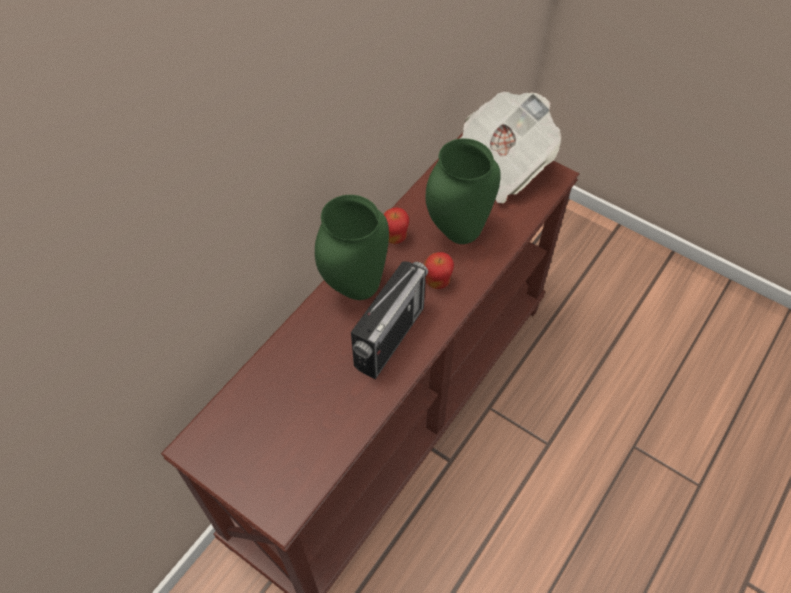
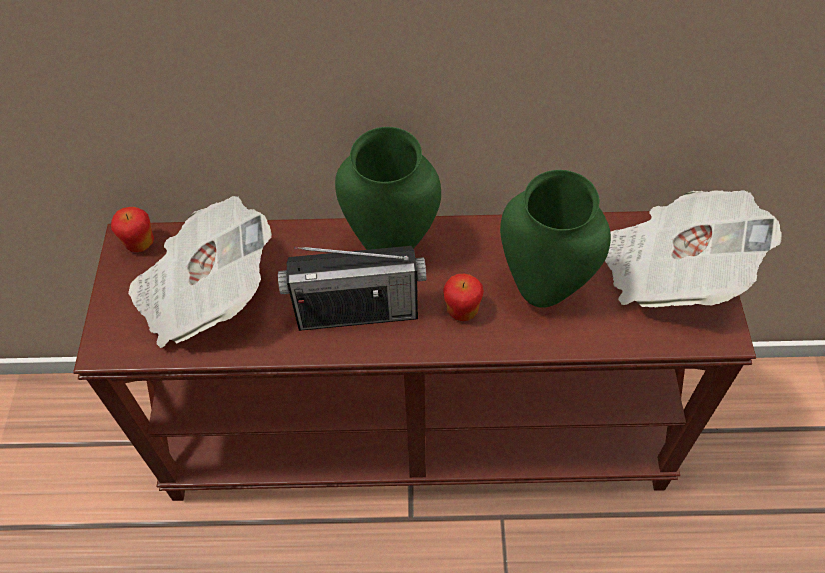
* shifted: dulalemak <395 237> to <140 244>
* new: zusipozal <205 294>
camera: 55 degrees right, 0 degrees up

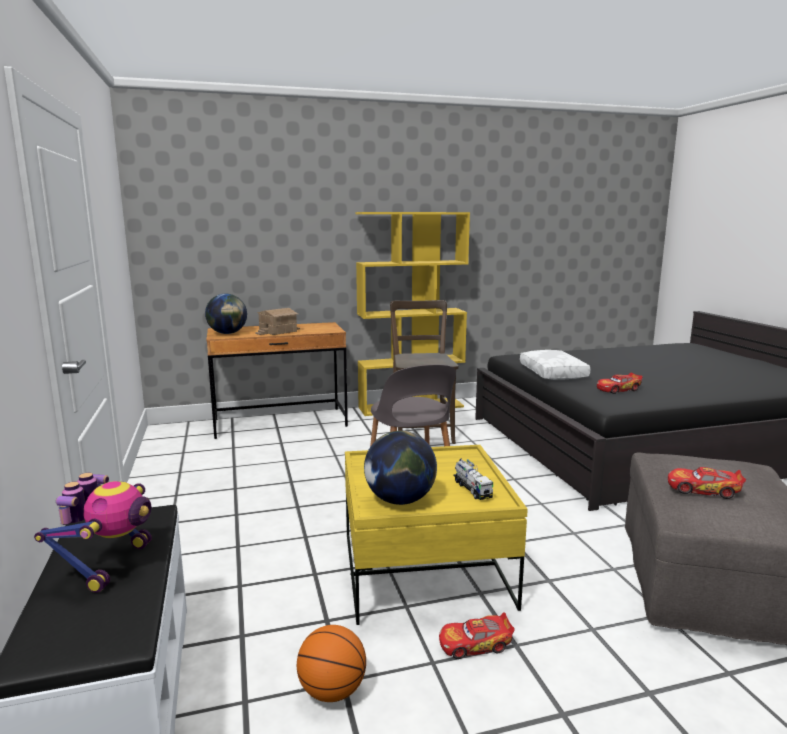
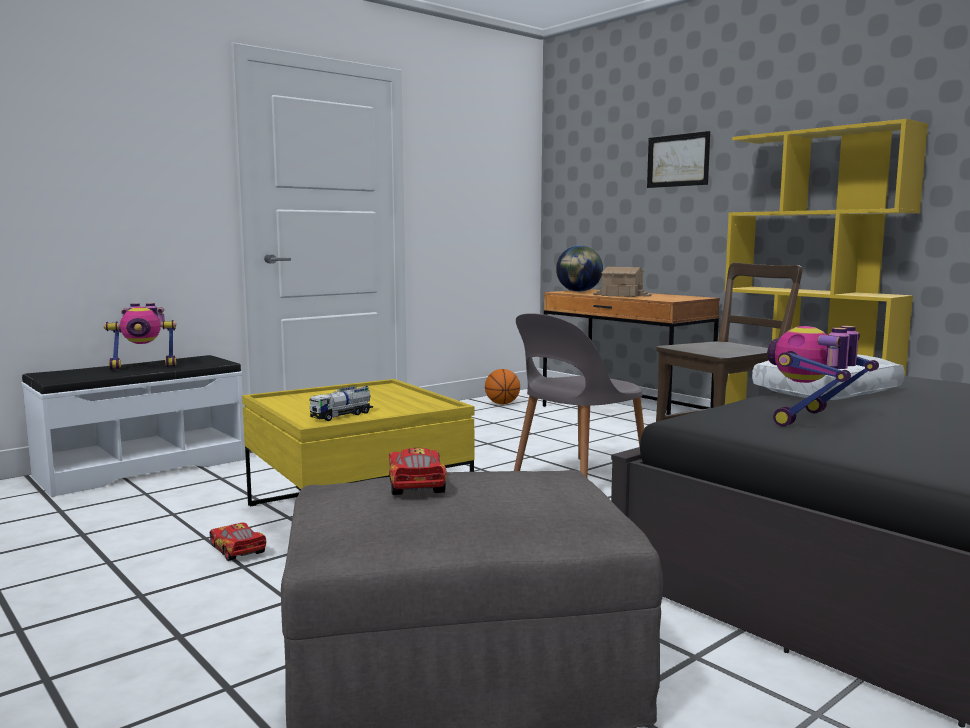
* swapped: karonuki <618 389> to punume <813 420>
* gone: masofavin <400 500>
* shifted: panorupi <332 691> to <502 404>
* new: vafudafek <678 160>
camera: 65 degrees right, 5 degrees down

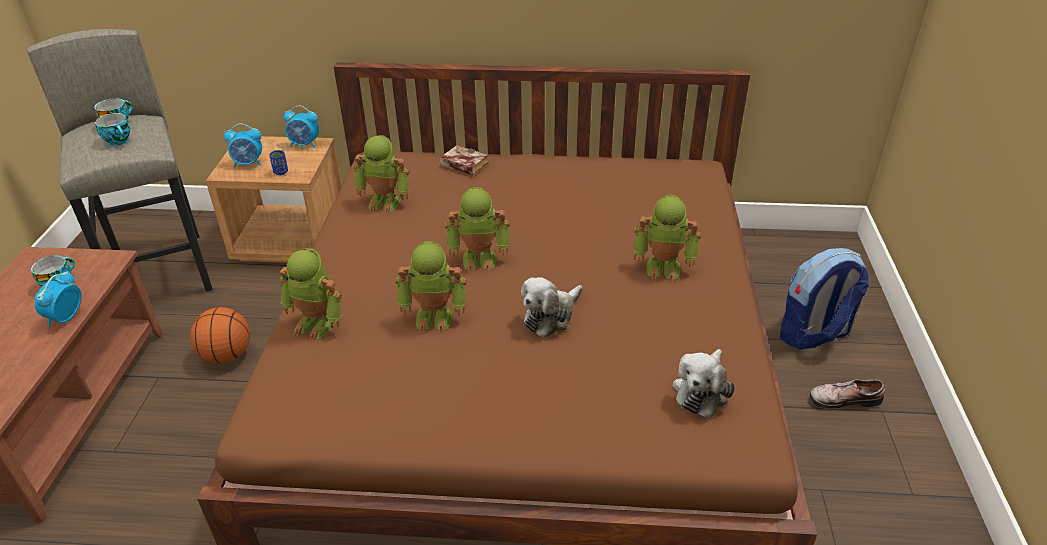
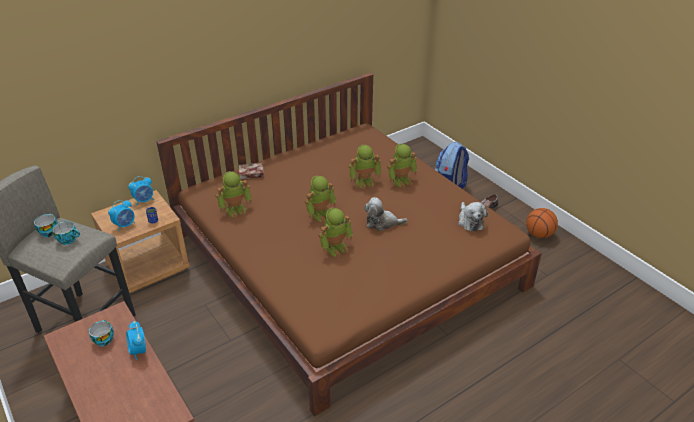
* shifted: punume <318 323> to <364 181>
* rotated: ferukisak <550 316> = <382 223> 90 degrees clockwise
* shifted: panorupi <227 355> to <539 234>
camera: 40 degrees left, 0 degrees up

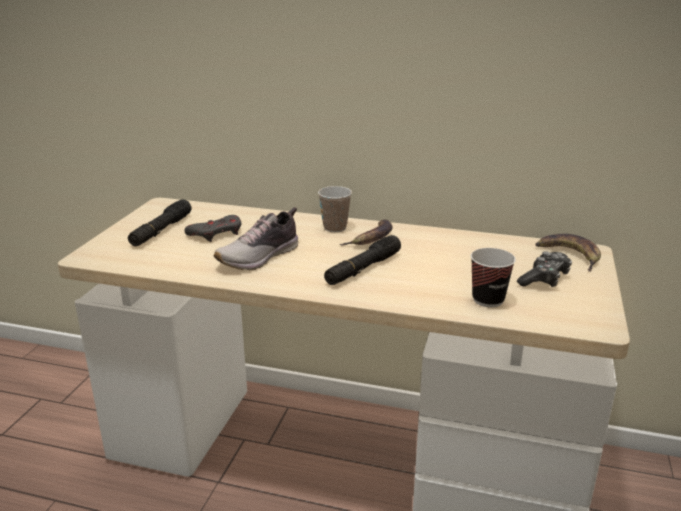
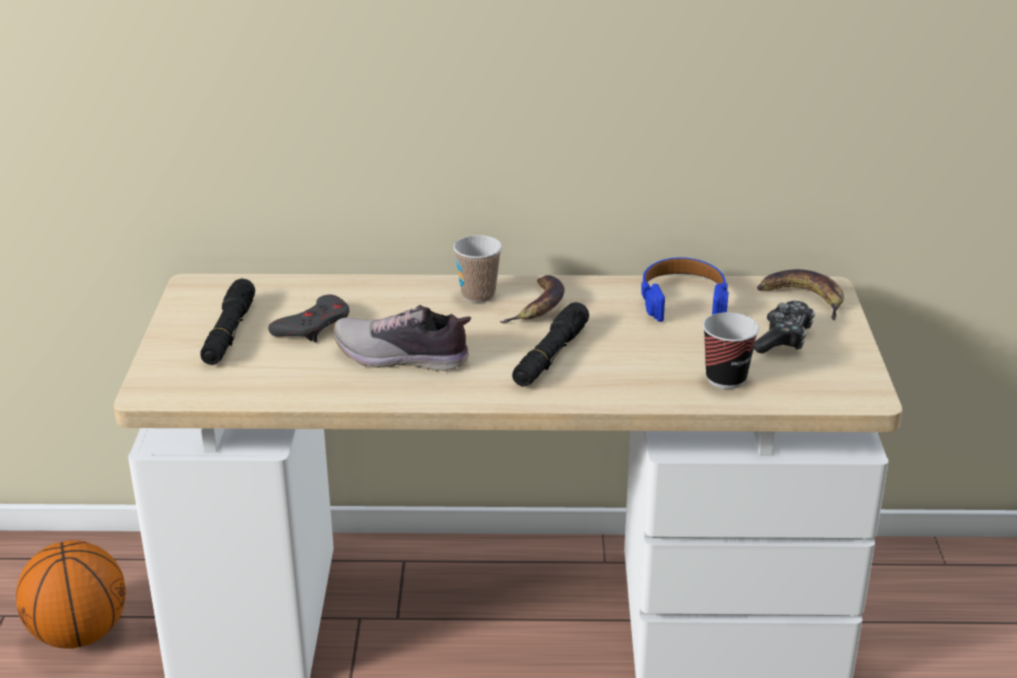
* rotated: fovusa <260 257> = <402 357> 75 degrees clockwise
* new: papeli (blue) <683 300>
* new: panorupi <79 634>
camera: 15 degrees left, 5 degrees up

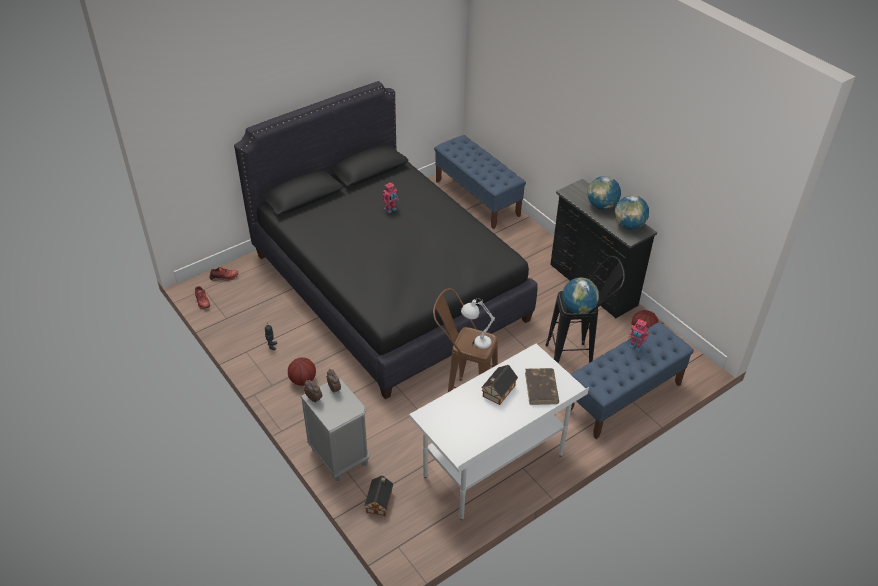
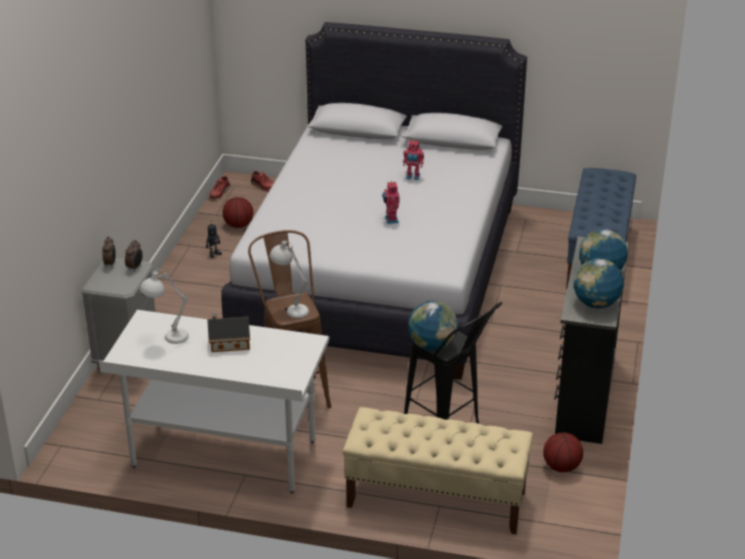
* repainted: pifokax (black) <388 286> to pifokax (white) <380 272>
* shifted: punume <635 347> to <390 220>
* repainted: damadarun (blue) <623 397> to damadarun (beige) <435 499>
* shifted: panorupi <303 380> to <238 225>
* gone: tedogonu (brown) <541 388>
* gone: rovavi <380 501>
* new: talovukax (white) <167 338>
camera: 50 degrees right, 10 degrees down

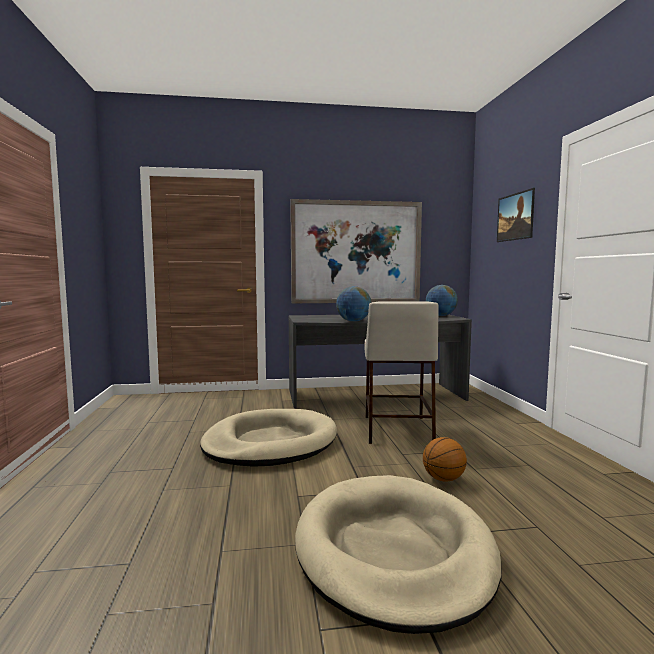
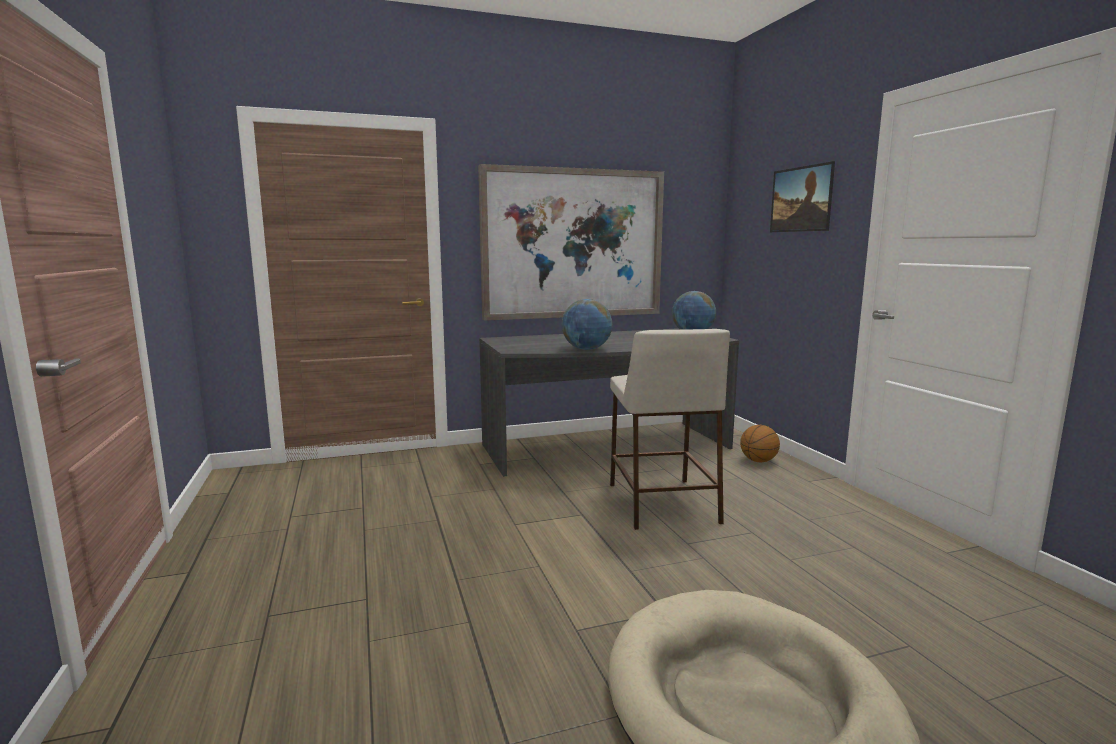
* gone: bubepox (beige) <270 443>
* shifted: panorupi <443 479> to <758 461>
camera: 10 degrees left, 5 degrees up

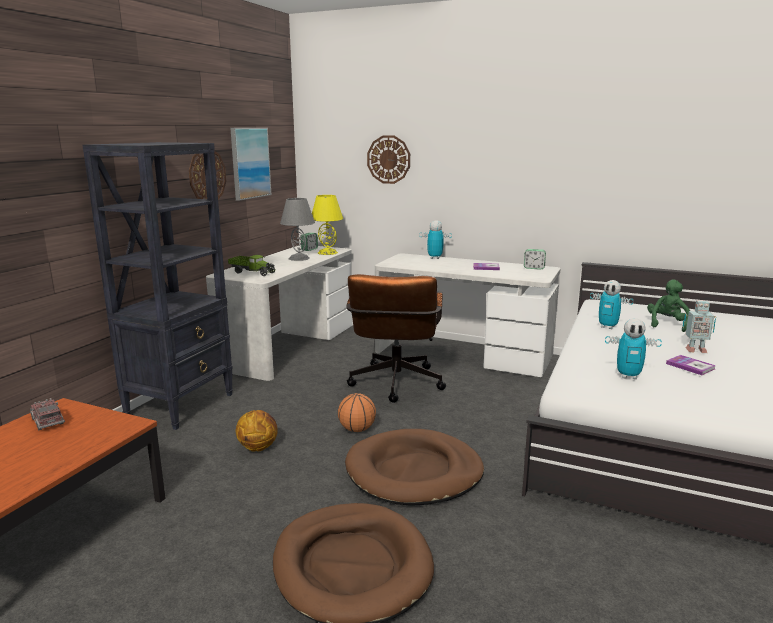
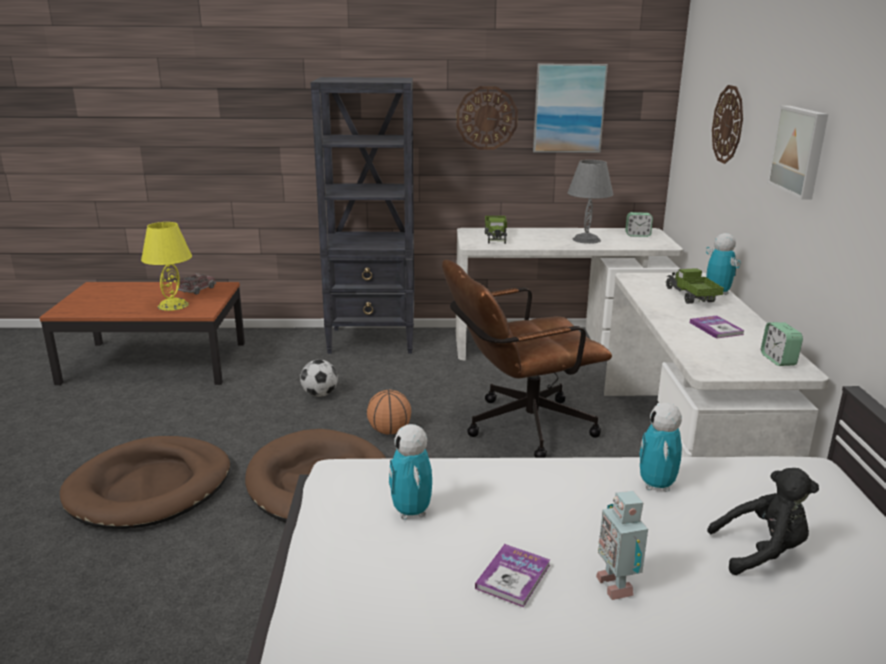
* shifted: talovukax (yellow) <328 252> to <173 305>
* repainted: ferukisak (green) <667 324> to ferukisak (black) <762 552>
* swapped: panorupi <258 447> to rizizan <320 394>
* new: vafudafek <800 151>
* new: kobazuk <690 297>
camera: 65 degrees right, 5 degrees up

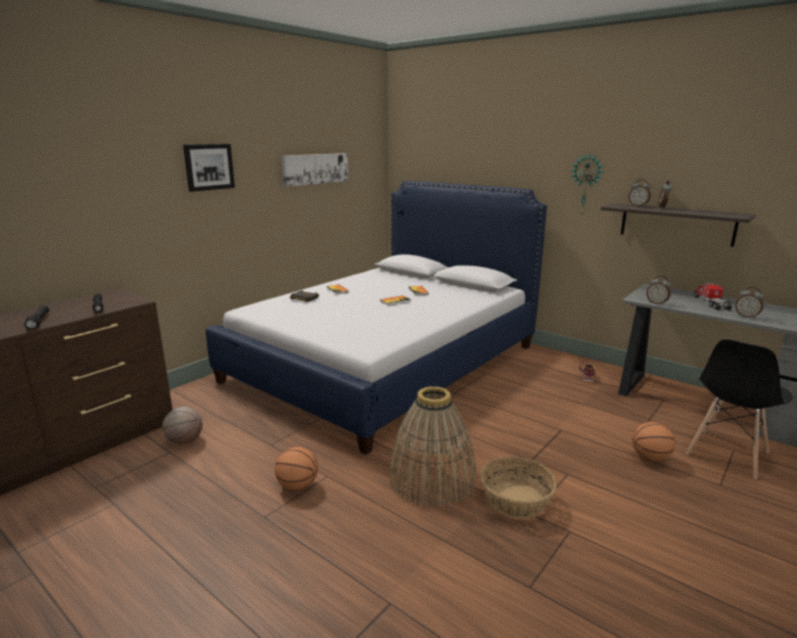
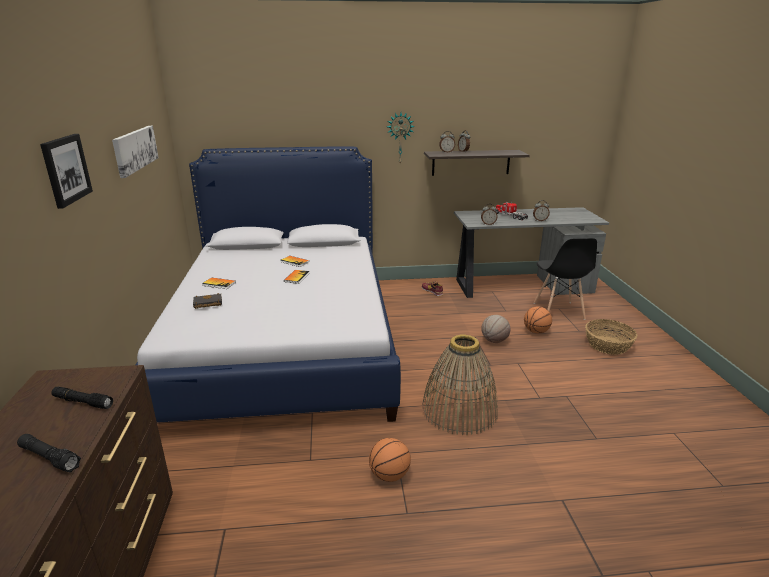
* shifted: panorupi <185 441> to <494 341>
* shifted: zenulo <515 500> to <607 345>
camera: 45 degrees left, 5 degrees up

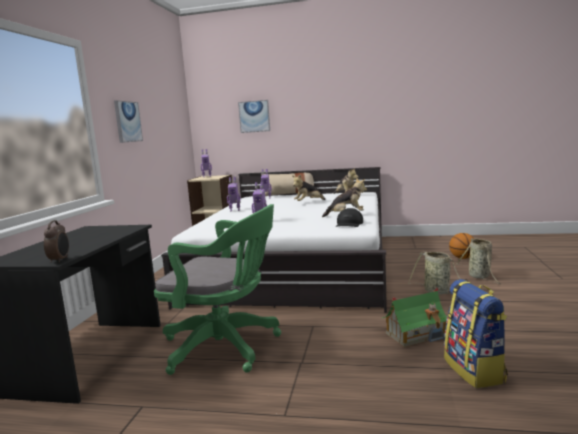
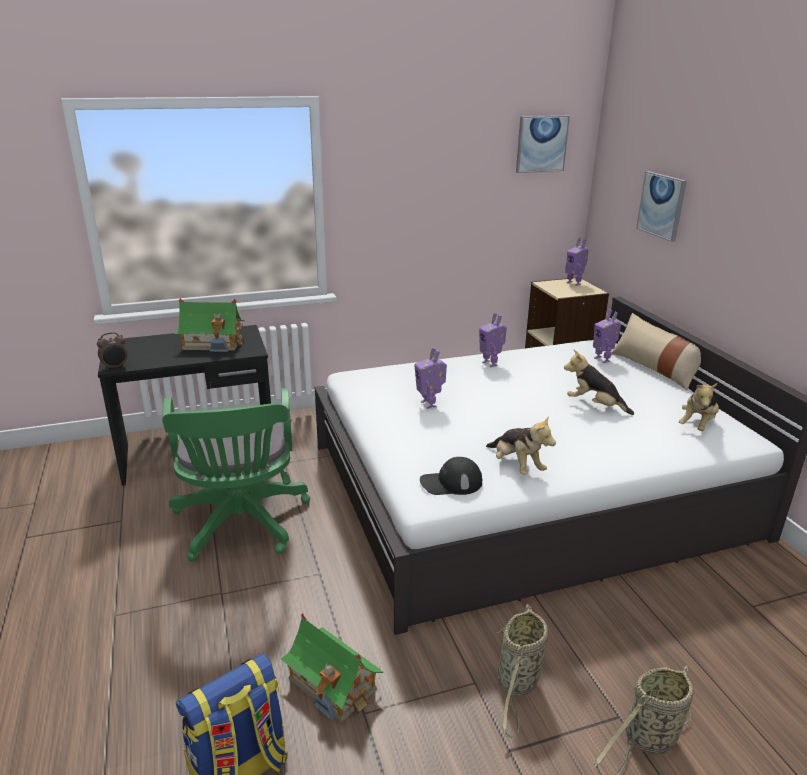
* shifted: vafudafek <127 121> to <541 144>
* gone: panorupi <462 258>
* new: rovavi <213 343>
camera: 60 degrees right, 15 degrees up

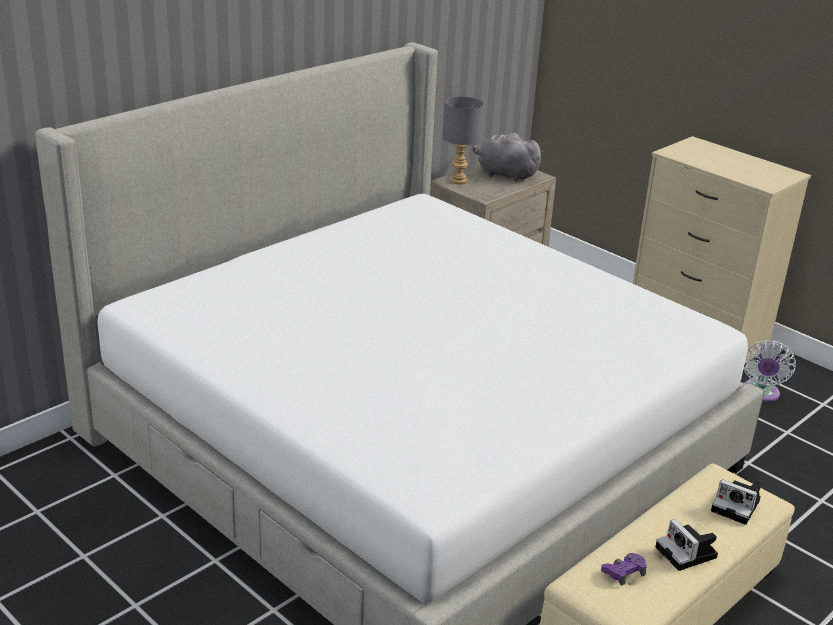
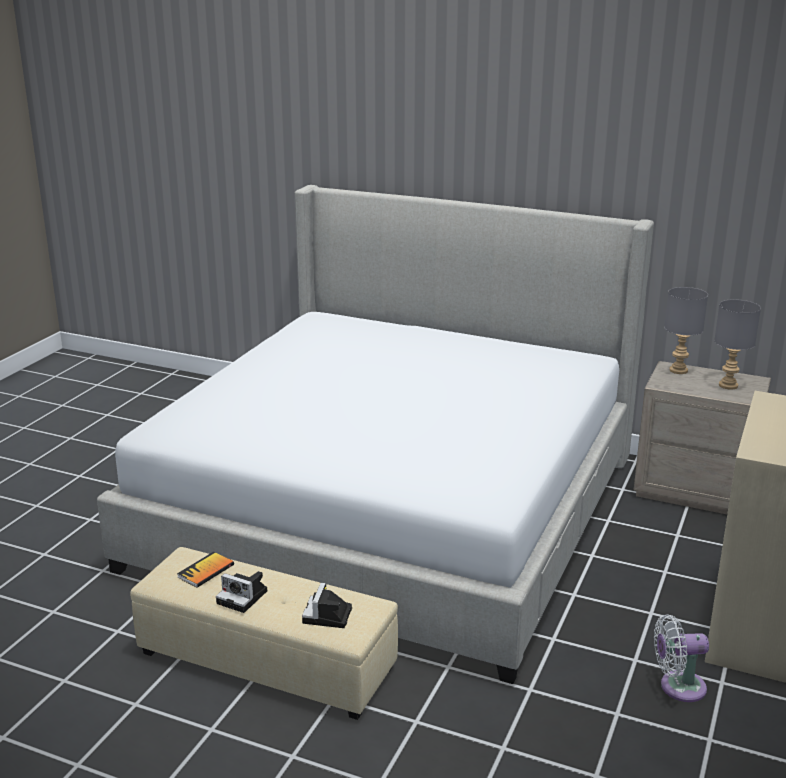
* swapped: ferukisak (grey) <504 174> to talovukax (grey) <727 385>
* rotated: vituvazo <688 553> = <244 597> 105 degrees counterclockwise
* swapped: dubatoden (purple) <624 572> to tedogonu <206 571>
camera: 70 degrees right, 5 degrees down

